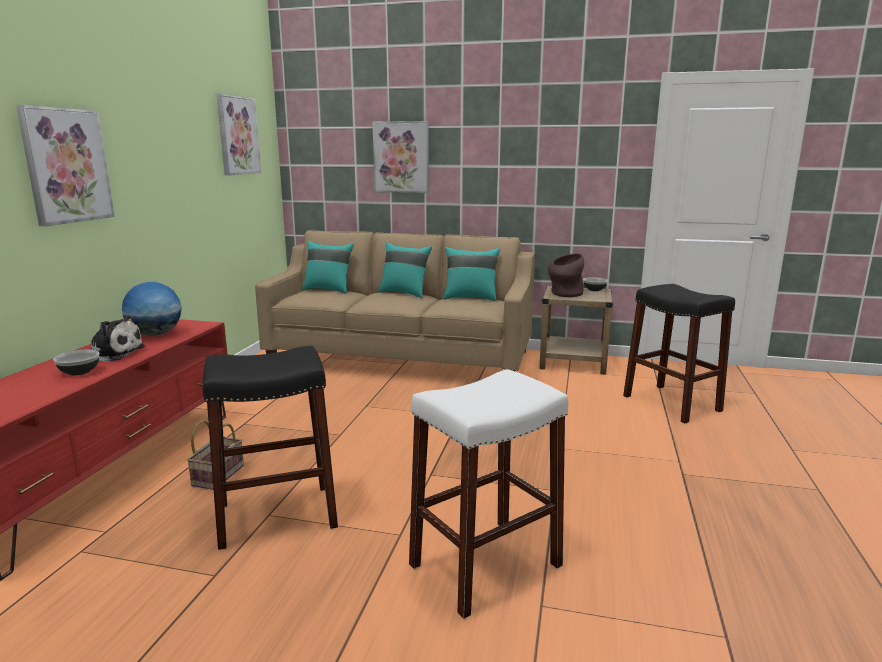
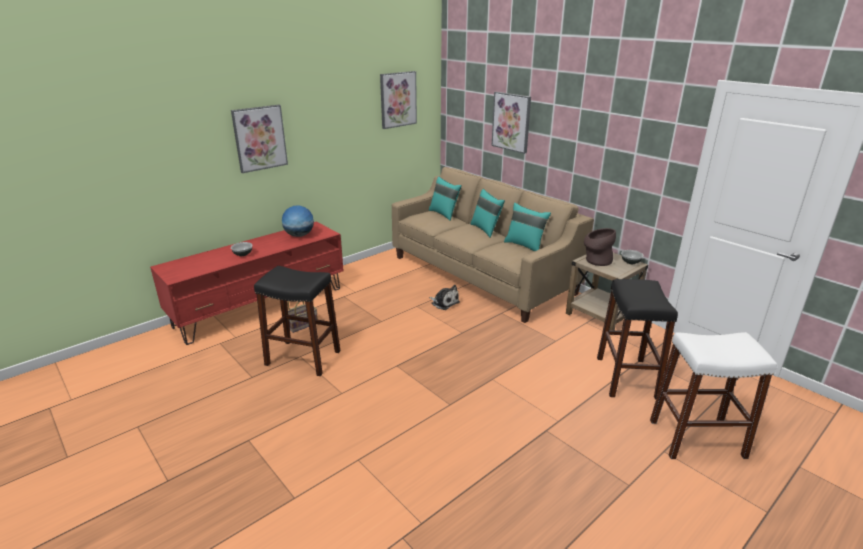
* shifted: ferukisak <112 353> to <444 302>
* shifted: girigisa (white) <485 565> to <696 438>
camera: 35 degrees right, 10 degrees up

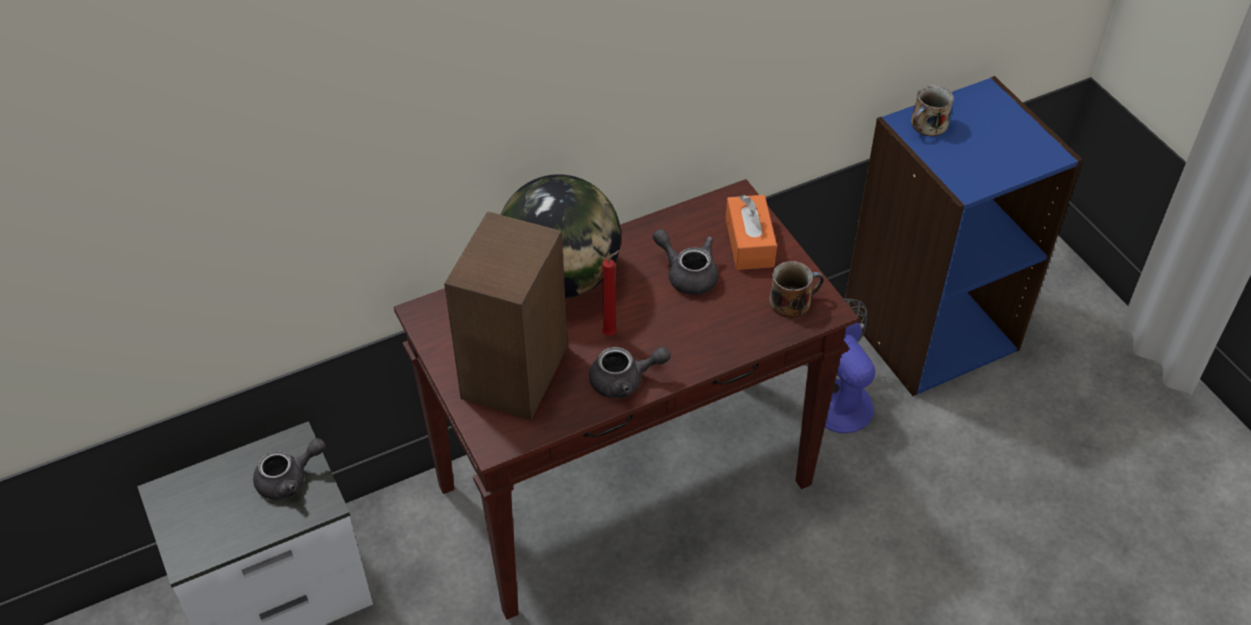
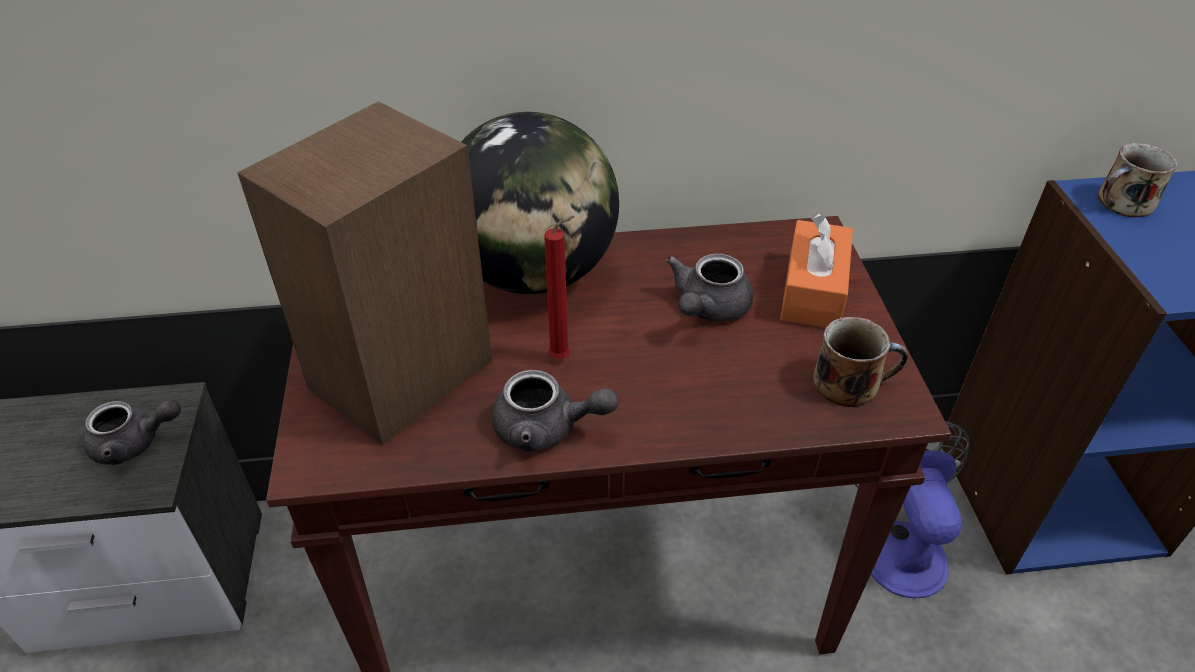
* rotated: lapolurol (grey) <687 274> = <707 309> 120 degrees counterclockwise
camera: 20 degrees right, 5 degrees down

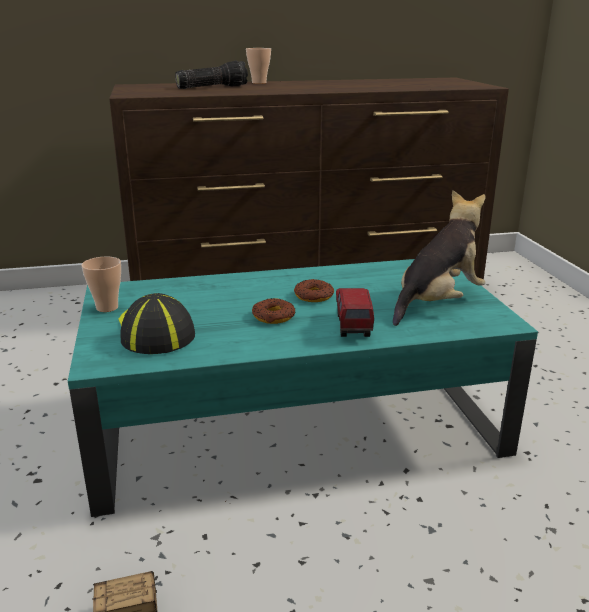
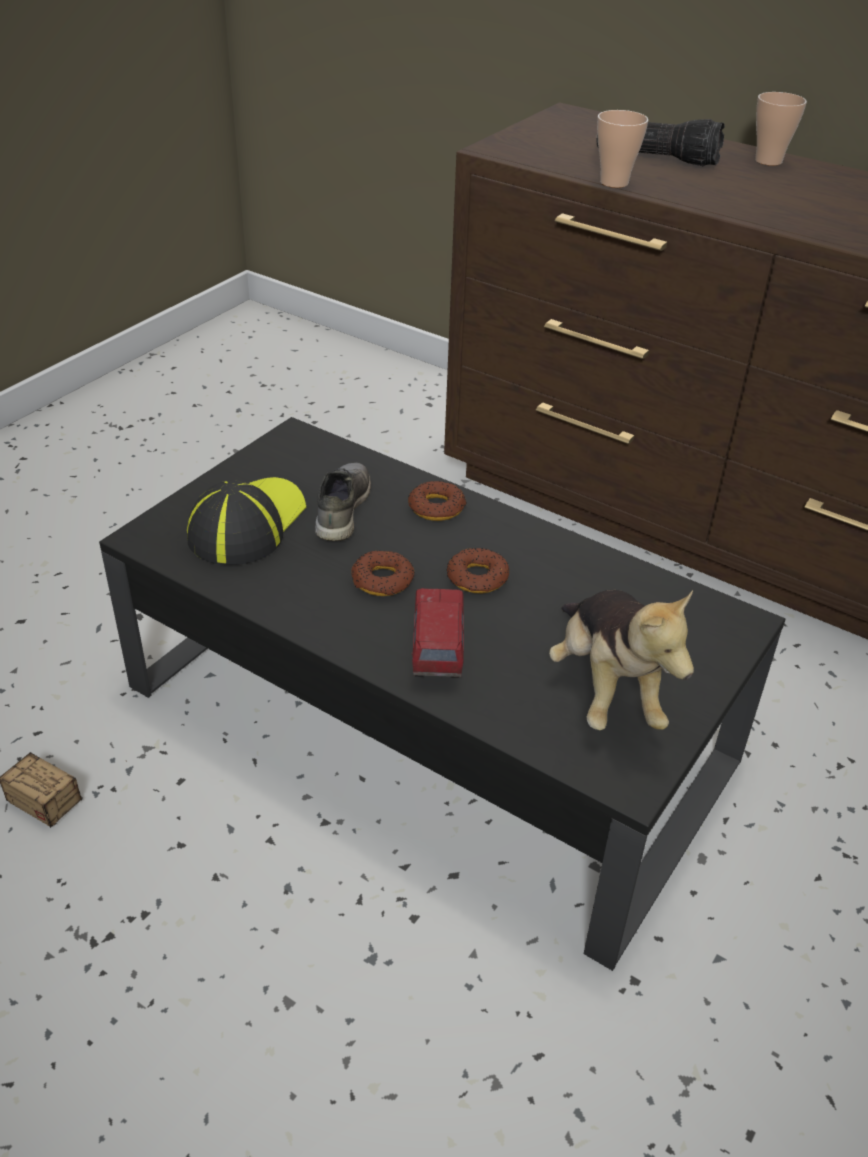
* rotated: ferukisak <437 302> = <606 688> 75 degrees clockwise
* shifted: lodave <107 307> to <614 182>
* repainted: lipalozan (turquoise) <292 423> to lipalozan (black) <424 722>
* rotated: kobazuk <352 326> = <437 652> 45 degrees counterclockwise
* new: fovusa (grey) <341 509>
* new: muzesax <436 507>
camera: 45 degrees right, 15 degrees up

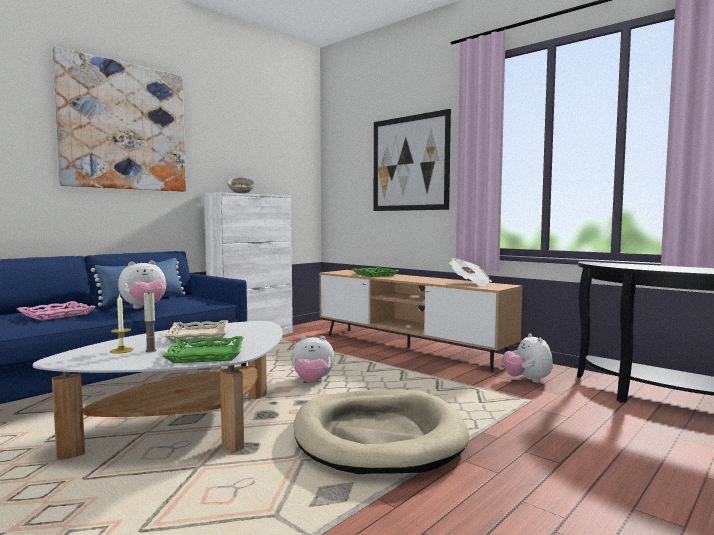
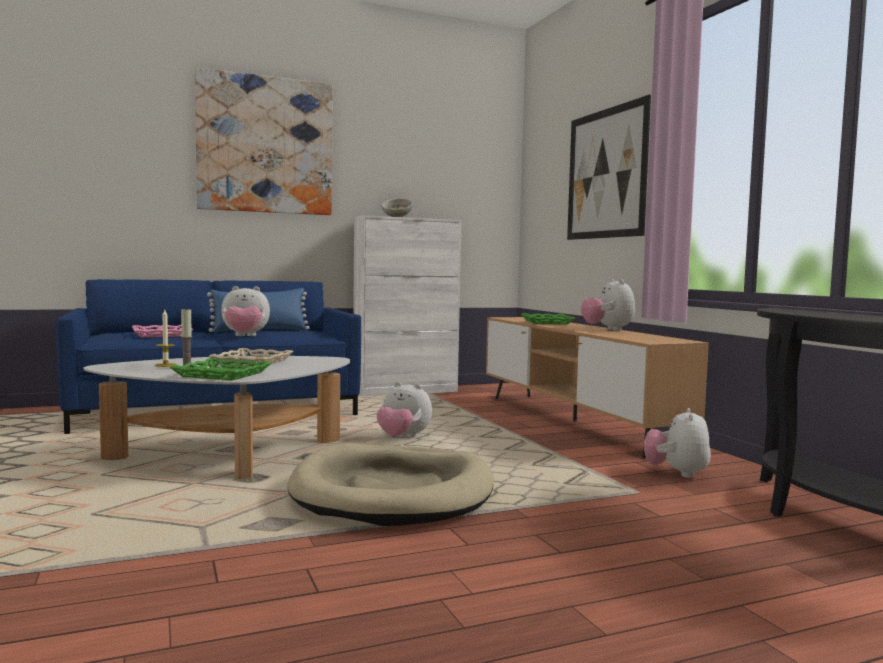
* gone: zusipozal <470 283>
* new: ferukisak <607 330>
camera: 25 degrees right, 0 degrees up

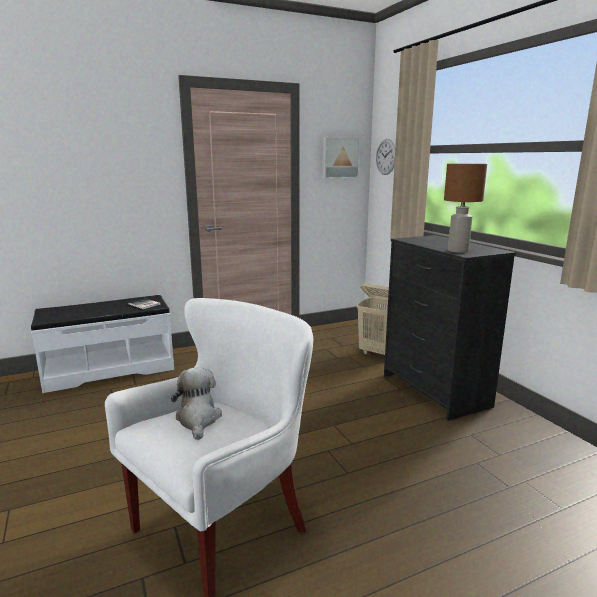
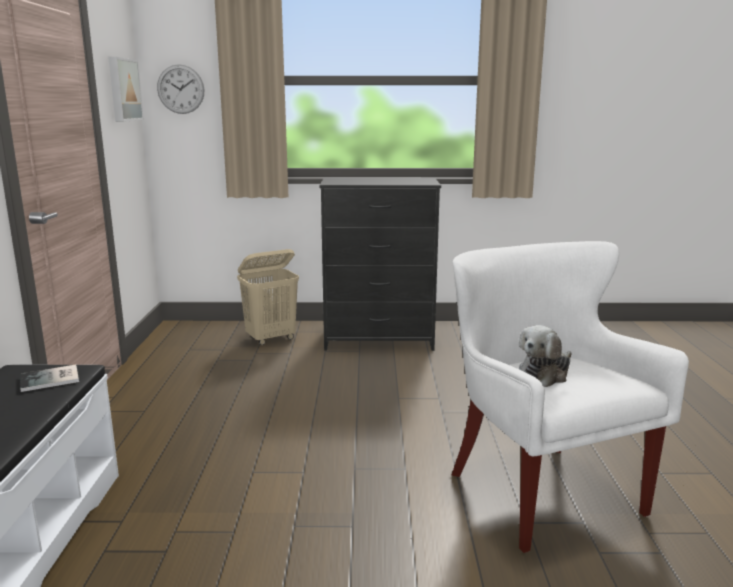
* gone: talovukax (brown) <457 251>
* rotated: ferukisak <198 419> = <545 375> 60 degrees counterclockwise
camera: 65 degrees left, 0 degrees up

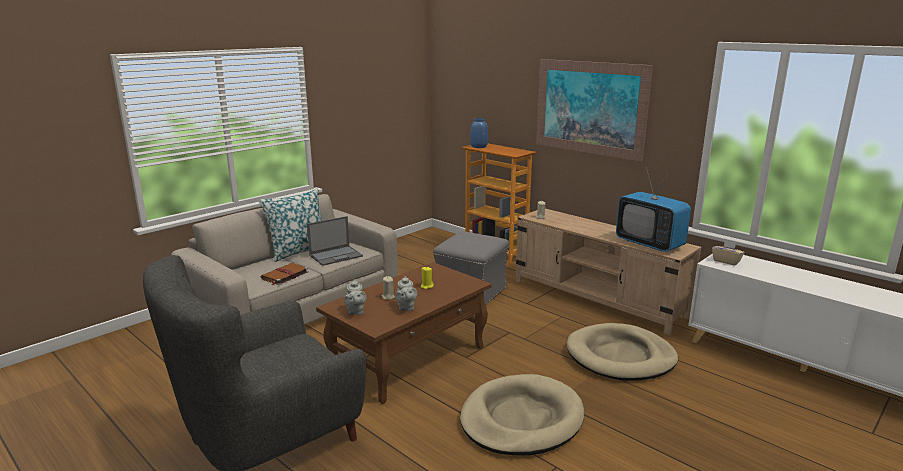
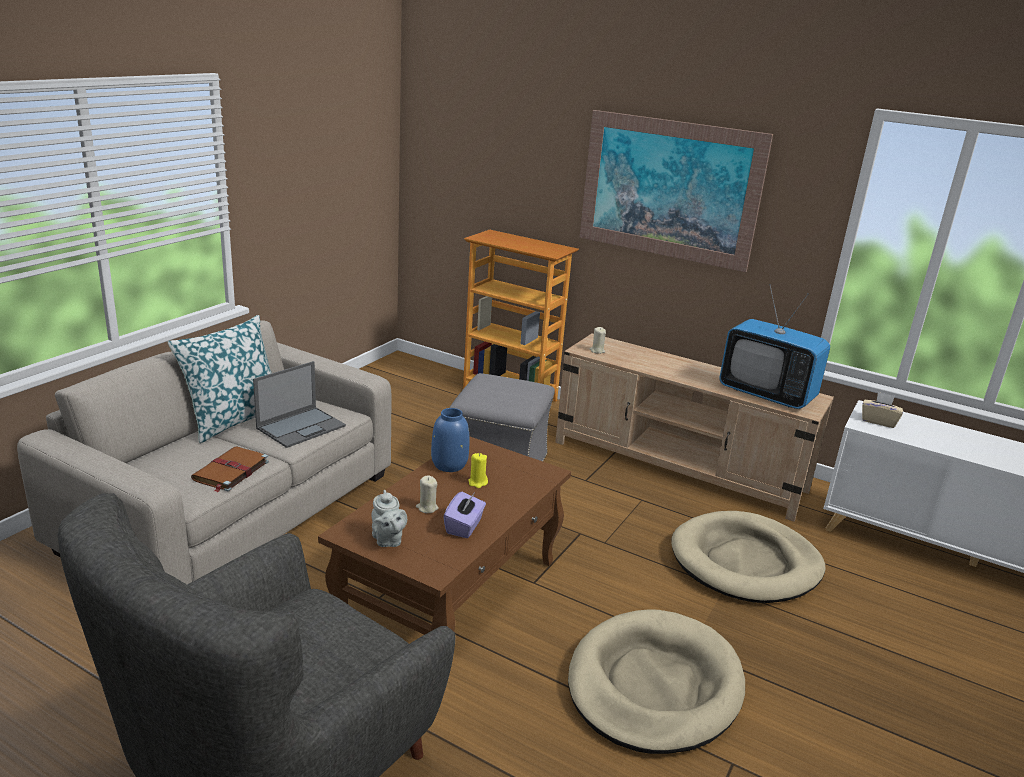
* shifted: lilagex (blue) <478 146> to <449 465>
* swapped: lapolurol (grey) <406 308> to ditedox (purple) <464 527>
camera: 15 degrees left, 5 degrees up

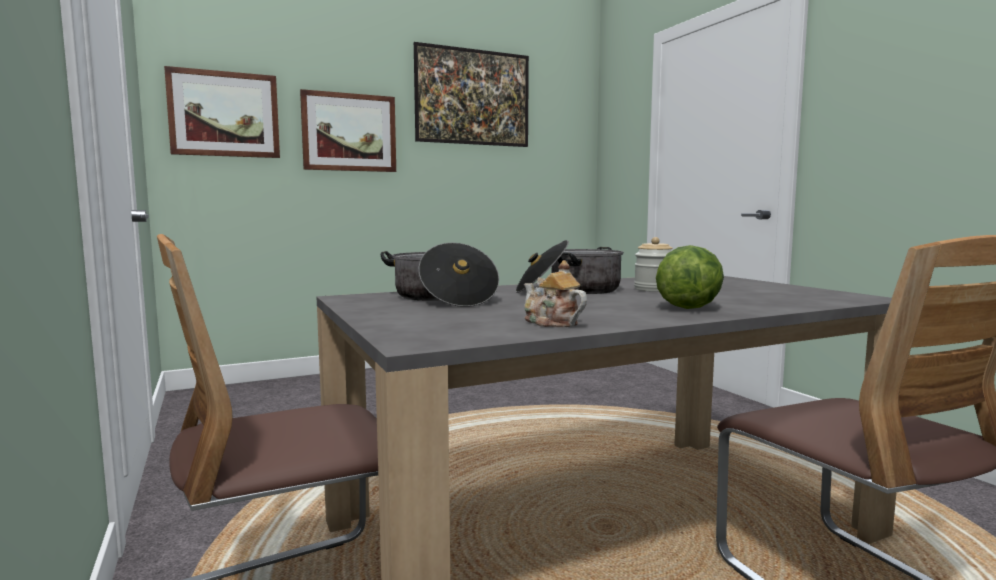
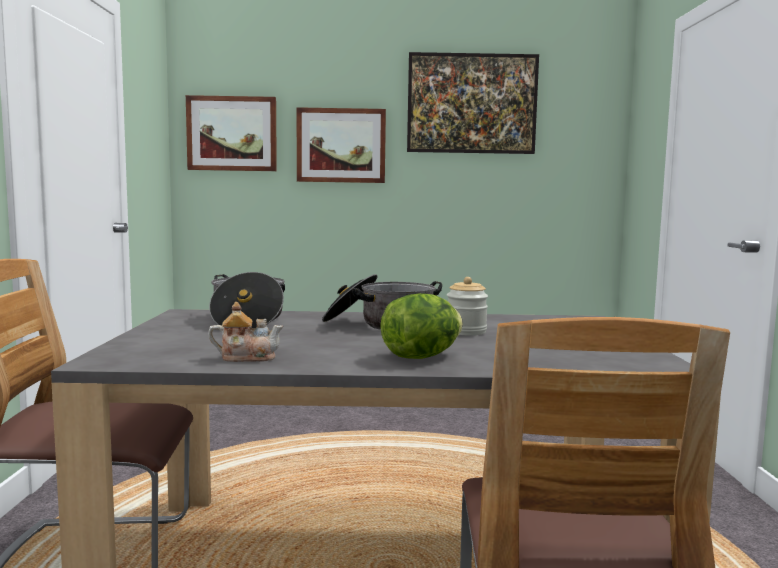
* rotated: lapolurol <551 323> = <247 357> 105 degrees clockwise
camera: 25 degrees right, 0 degrees up

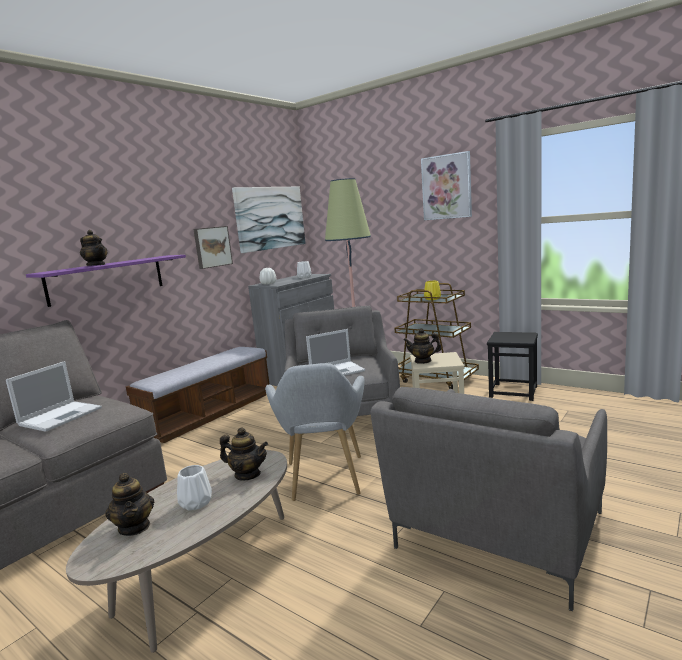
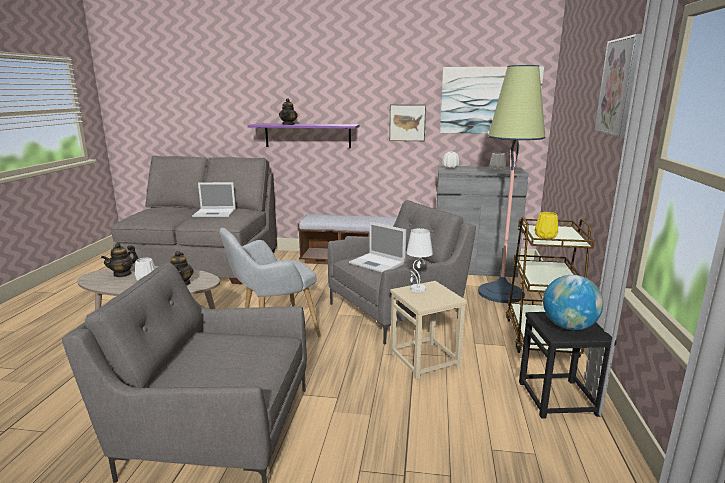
* swapped: lapolurol <423 361> to talovukax (white) <417 289>
* new: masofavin <568 327>
camera: 60 degrees right, 5 degrees up

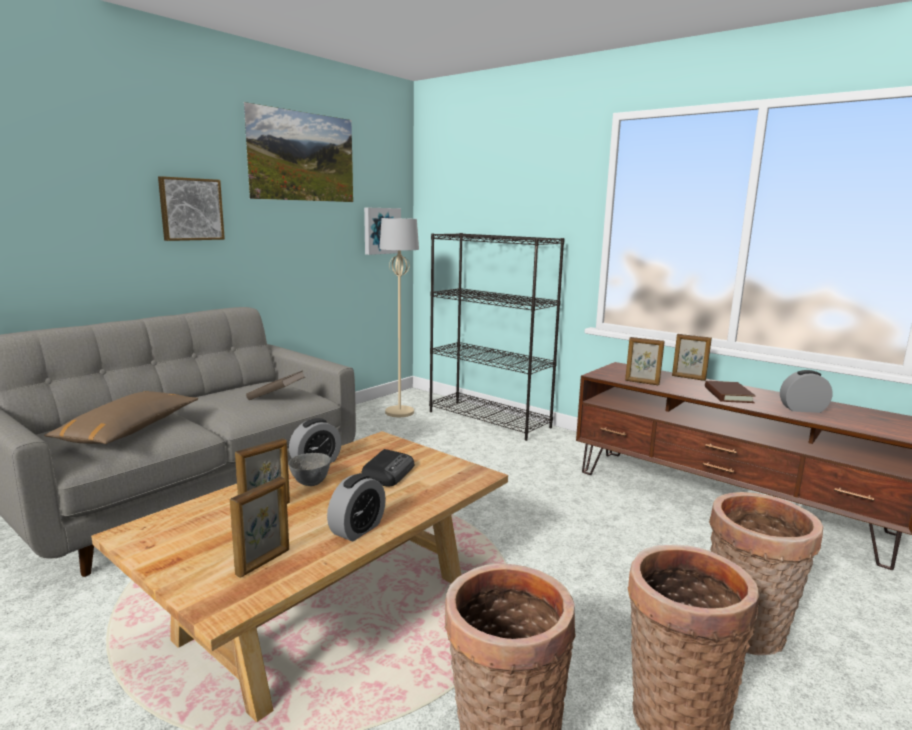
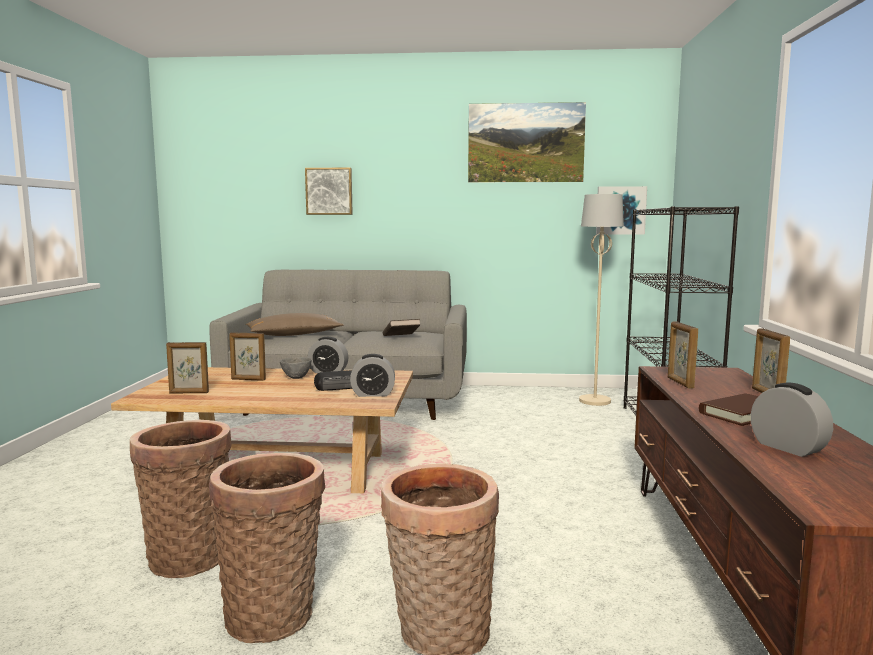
* shifted: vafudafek <191 209> to <329 191>
* shifted: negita <357 529> to <373 394>
camera: 55 degrees right, 5 degrees down

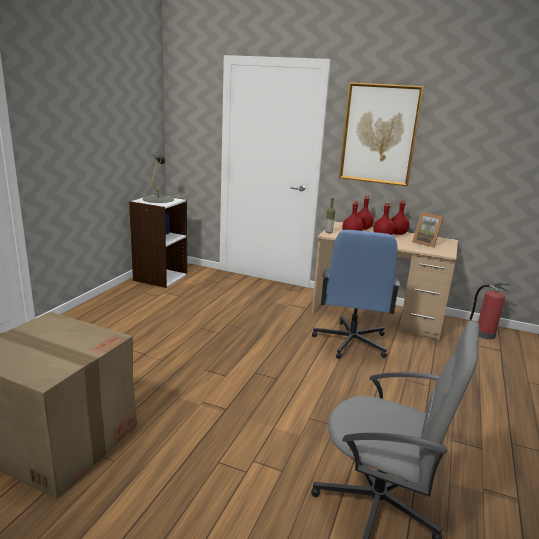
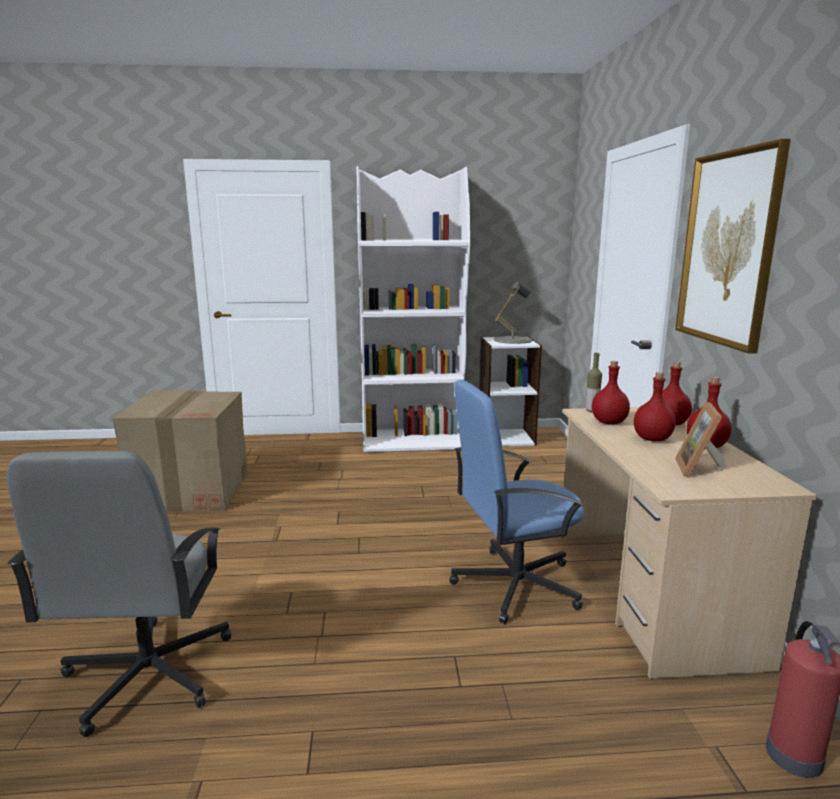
* new: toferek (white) <413 441>
camera: 65 degrees right, 5 degrees down

